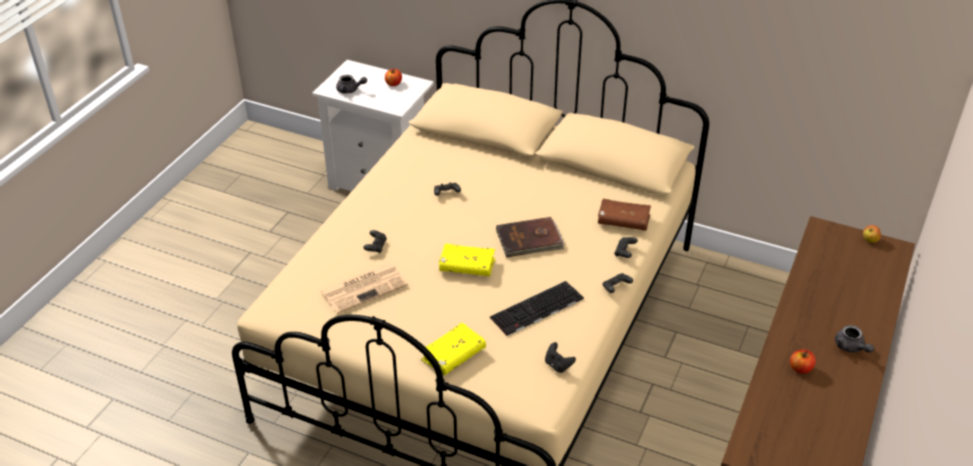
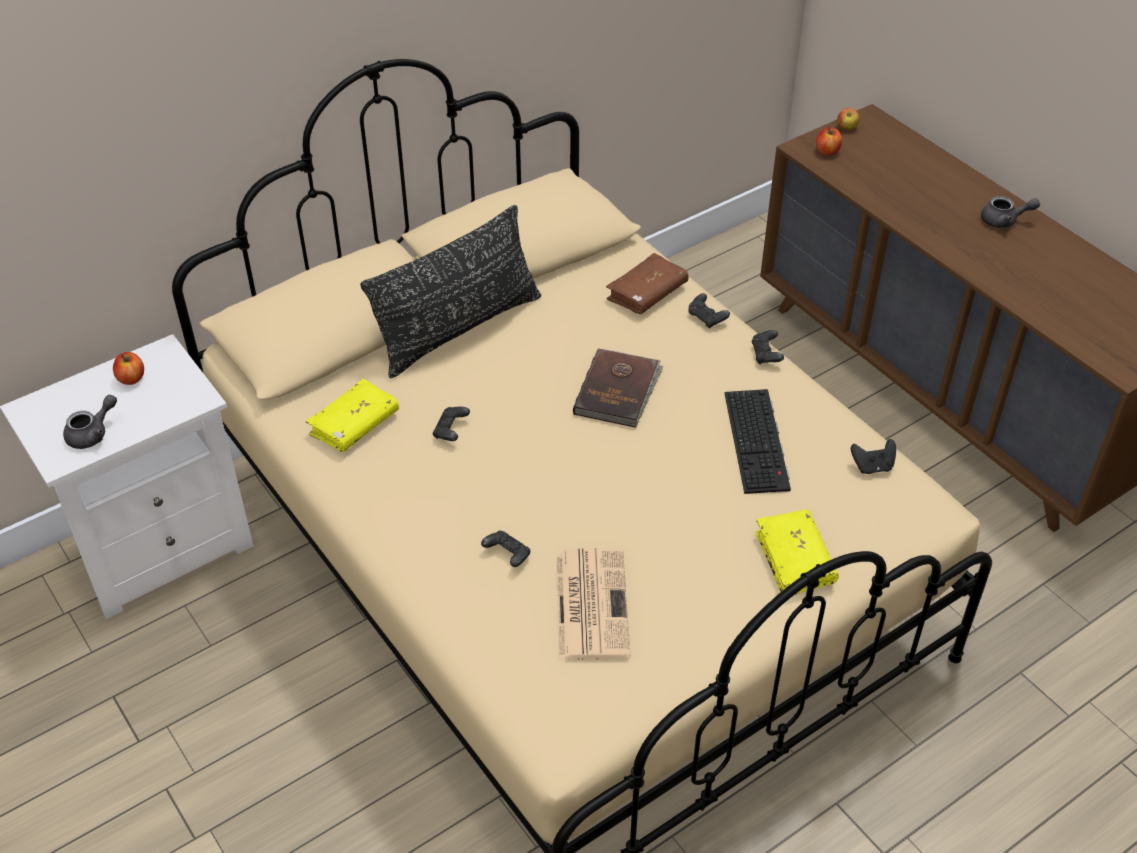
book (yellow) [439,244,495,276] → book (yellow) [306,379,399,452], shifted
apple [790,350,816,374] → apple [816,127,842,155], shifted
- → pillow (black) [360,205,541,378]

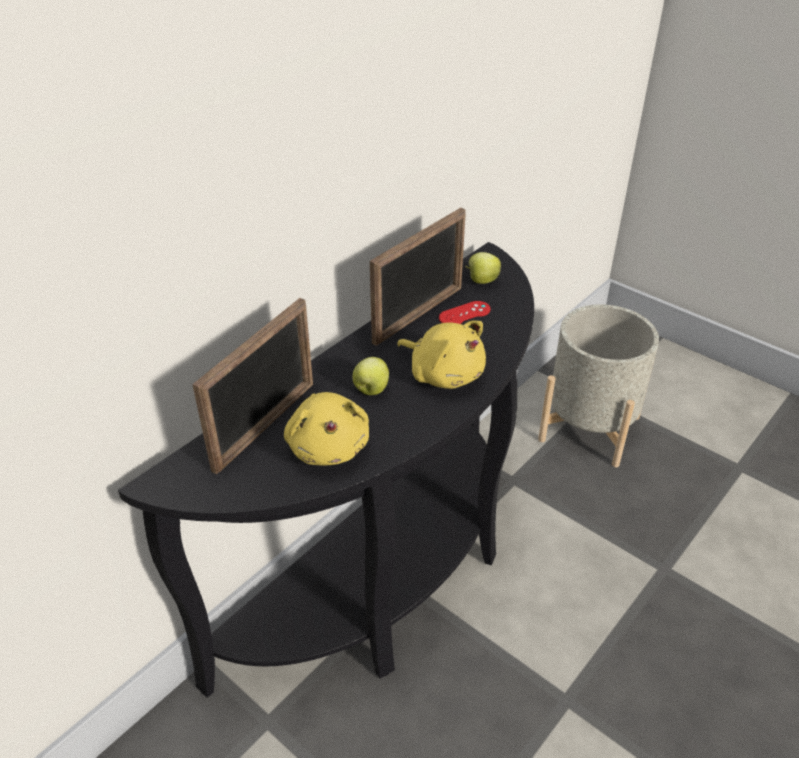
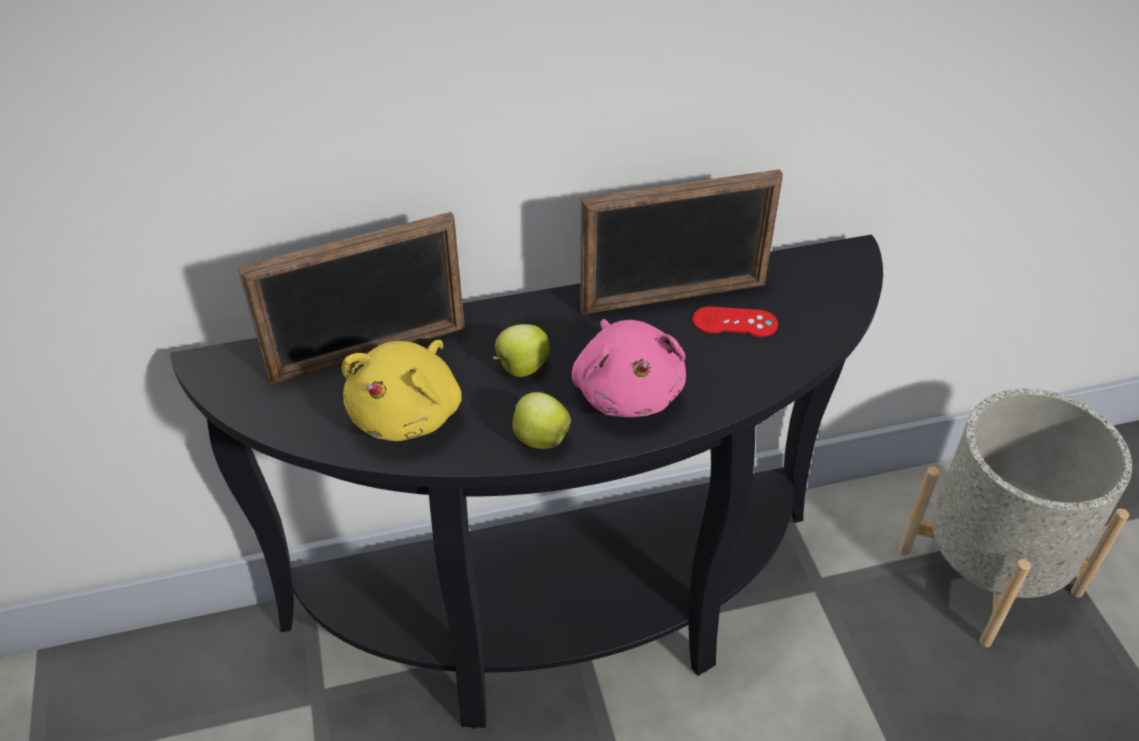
apple [465,252,501,284] → apple [512,392,571,449], shifted
plush toy (yellow) [397,321,486,389] → plush toy (pink) [572,319,686,417]

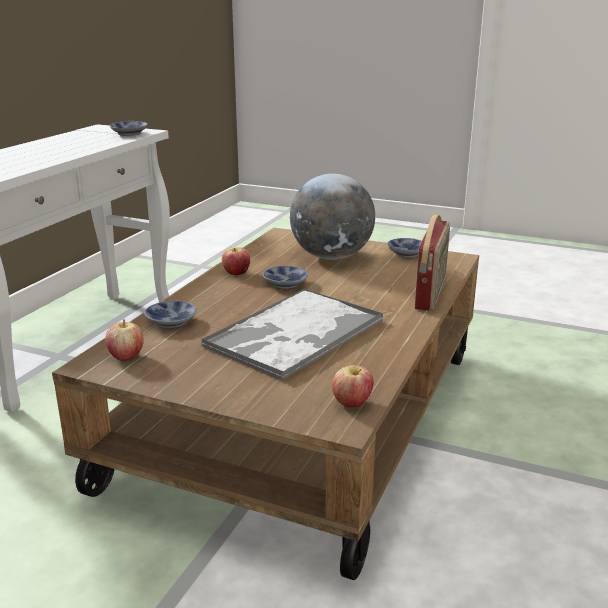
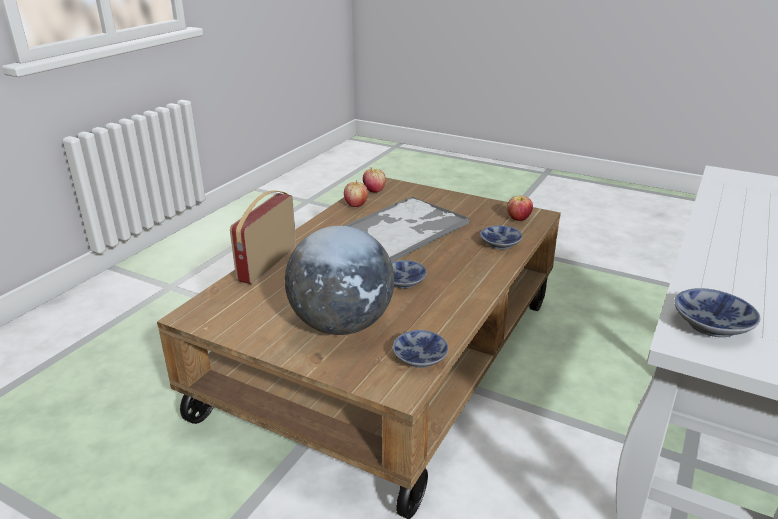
bowl [387,238,422,258] → bowl [393,330,448,368], shifted
apple [222,247,250,275] → apple [344,180,368,207], shifted

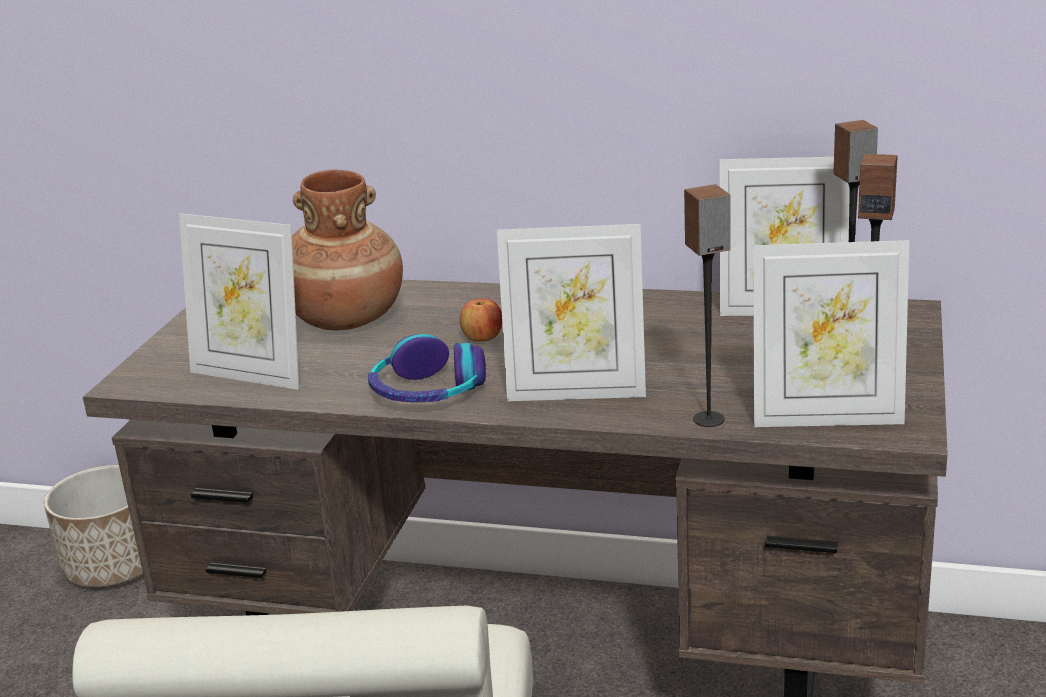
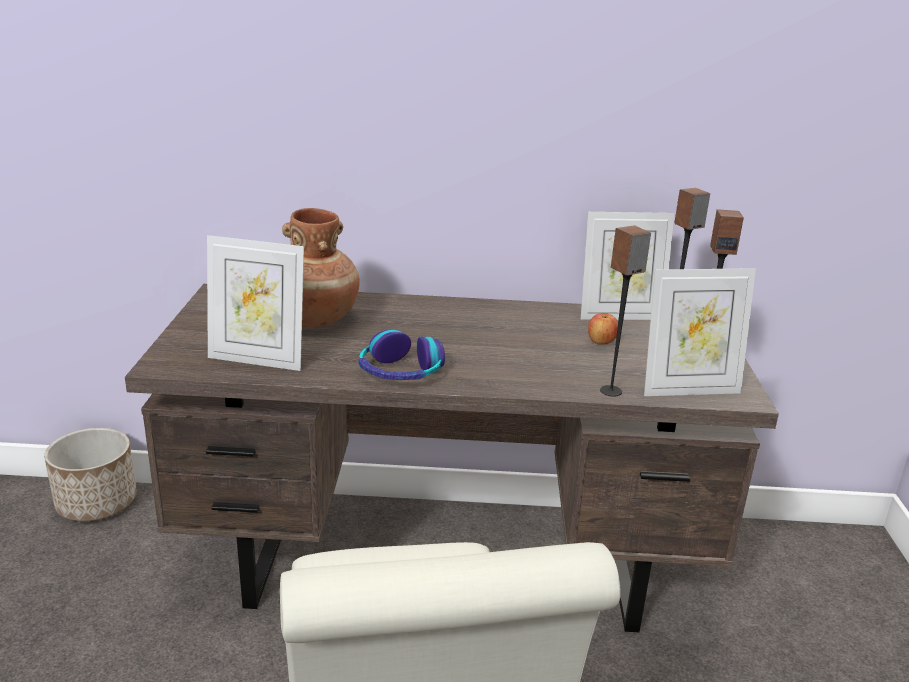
picture frame [497,224,646,401] → -
apple [460,299,502,342] → apple [588,313,618,345], shifted

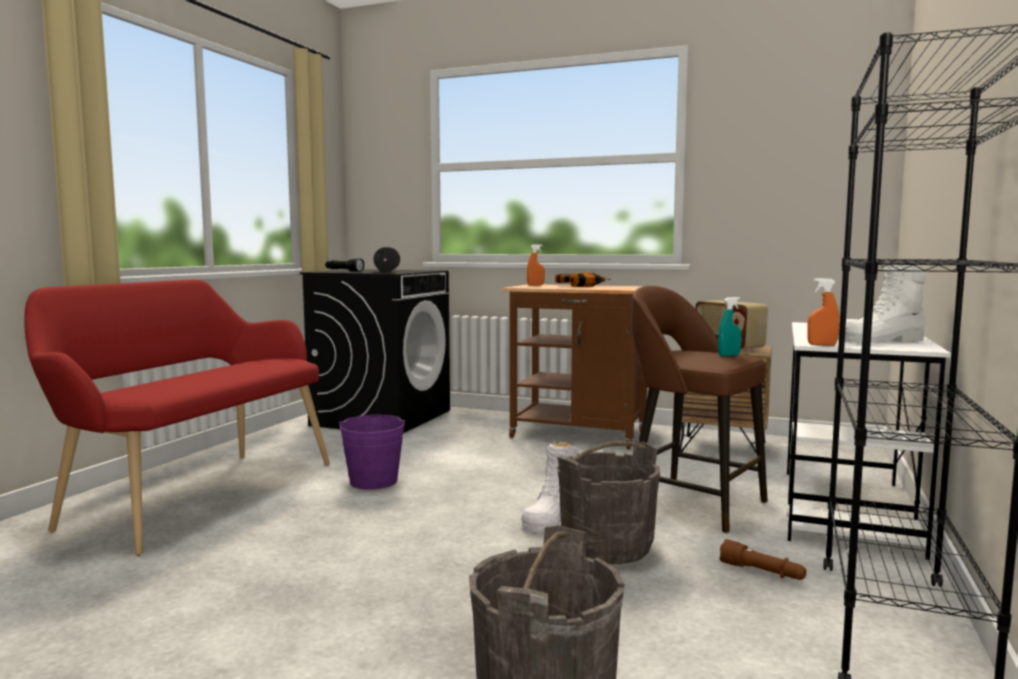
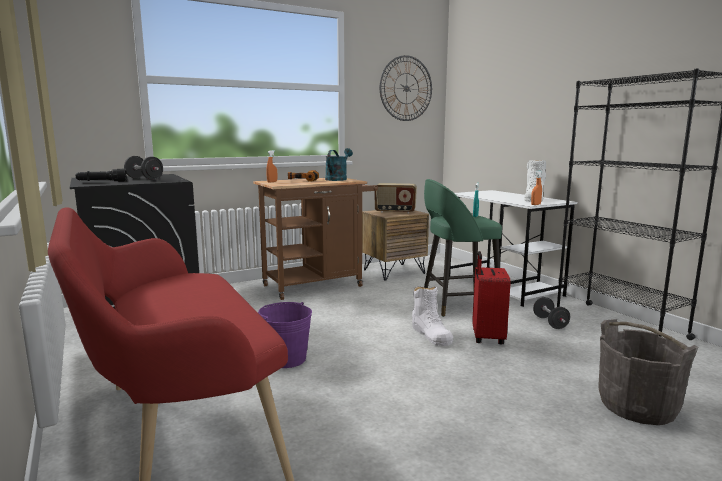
stool (brown) [631,286,768,533] → stool (green) [424,179,502,317]
bucket (grey) [557,441,660,564] → suitcase (red) [472,251,511,345]
flashlight (brown) [719,539,806,580] → dumbbell (black) [533,297,570,329]
- → wall clock [380,55,432,121]
- → watering can (turquoise) [325,148,353,181]

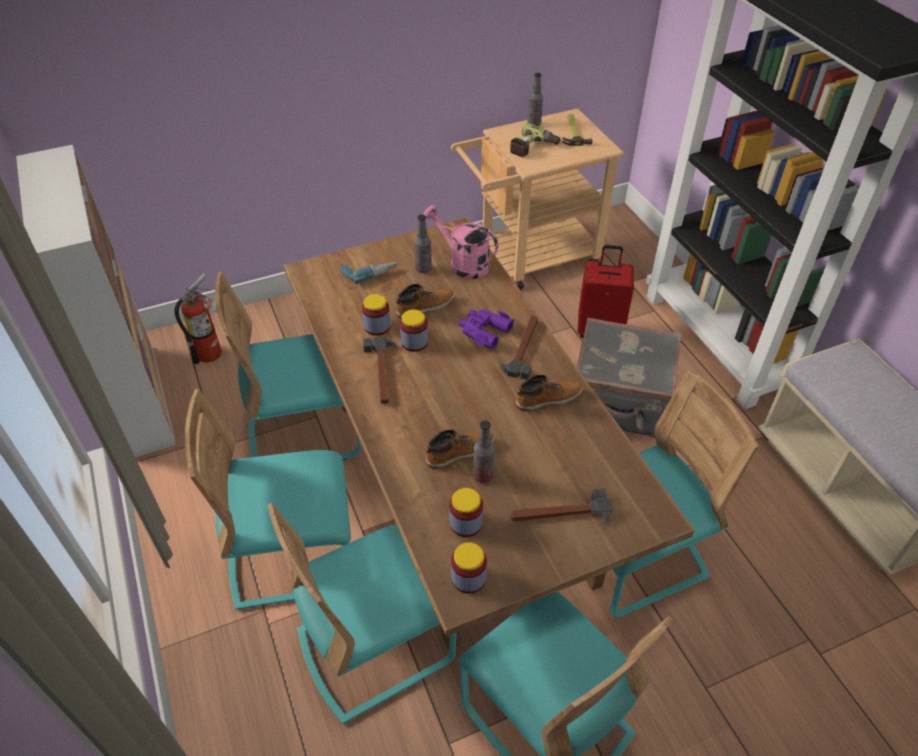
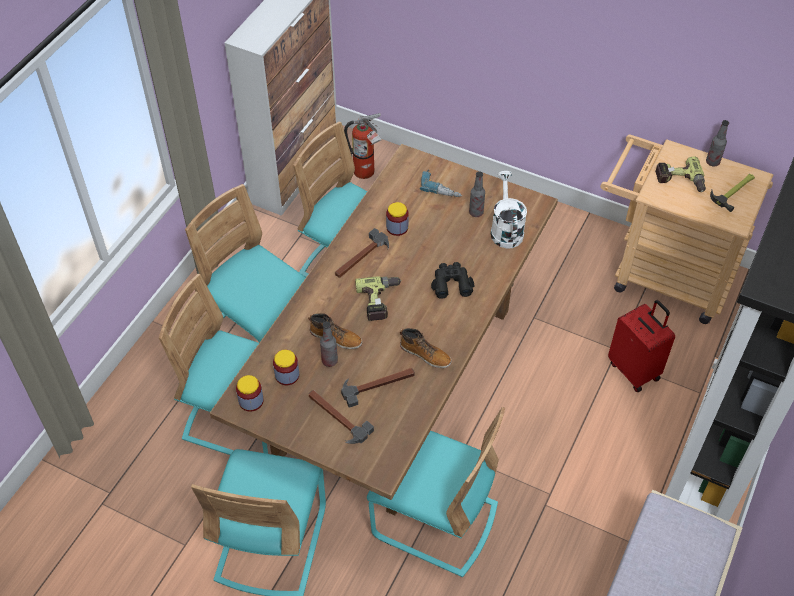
watering can (pink) [424,205,498,279] → watering can (white) [491,171,527,249]
boot [395,284,454,319] → -
binoculars (purple) [459,309,514,349] → binoculars (black) [431,262,474,299]
jar [400,310,428,352] → -
hammer [499,316,538,380] → hammer [341,368,415,408], shifted
suitcase (grey) [577,317,682,438] → -
- → power drill [355,276,401,321]

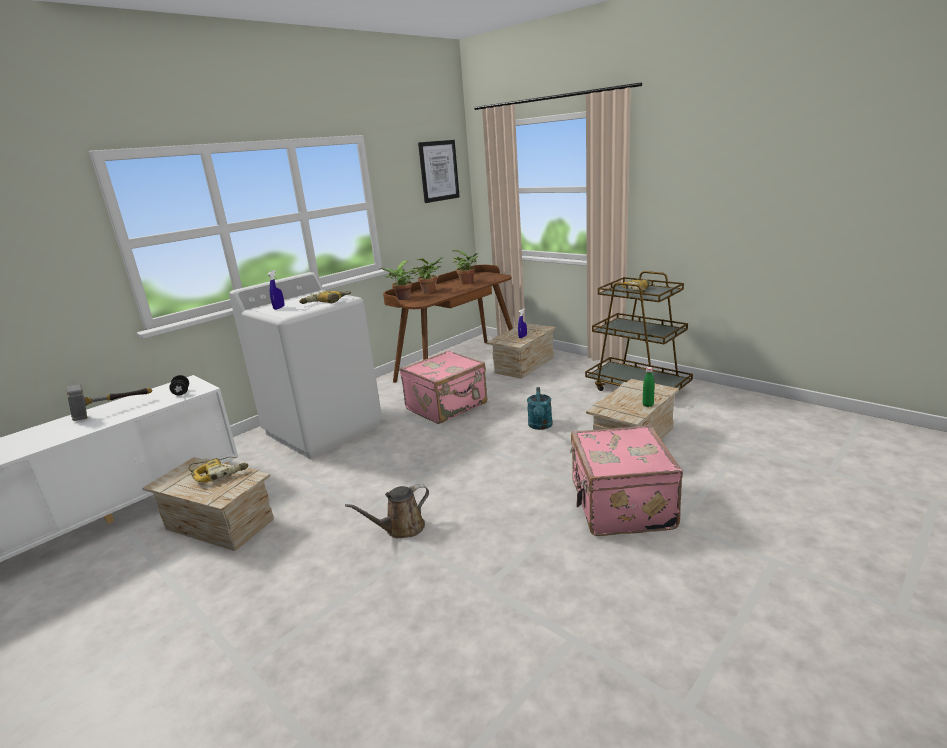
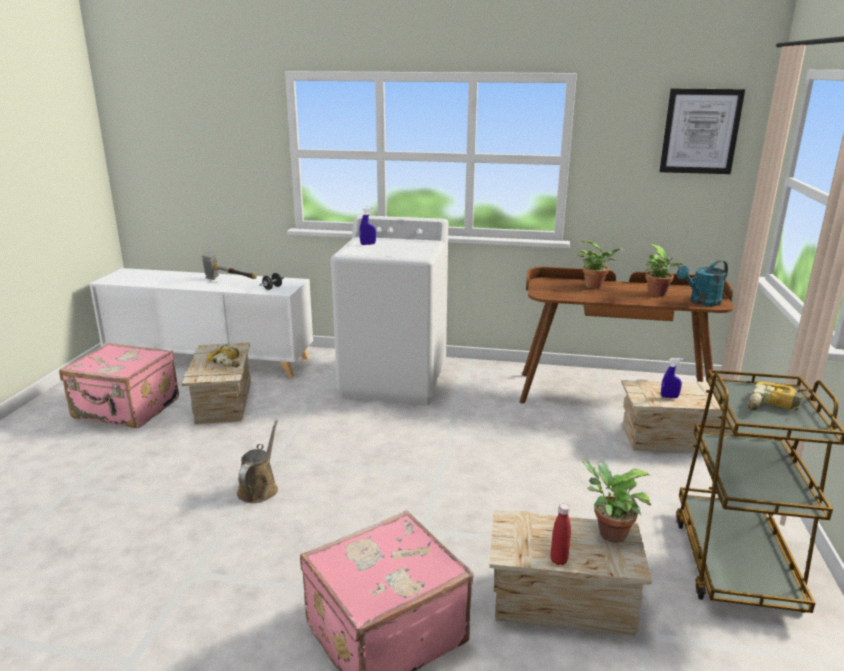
potted plant [380,261,415,300] → potted plant [582,461,652,543], shifted
power drill [299,291,351,304] → -
suitcase (pink) [399,350,487,424] → suitcase (pink) [59,343,179,428], shifted
bottle (green) [643,367,654,407] → bottle (red) [551,504,571,565]
watering can (turquoise) [527,387,553,430] → watering can (turquoise) [677,260,728,306], shifted
watering can (brown) [345,484,429,538] → watering can (brown) [237,420,278,503], 75 degrees clockwise

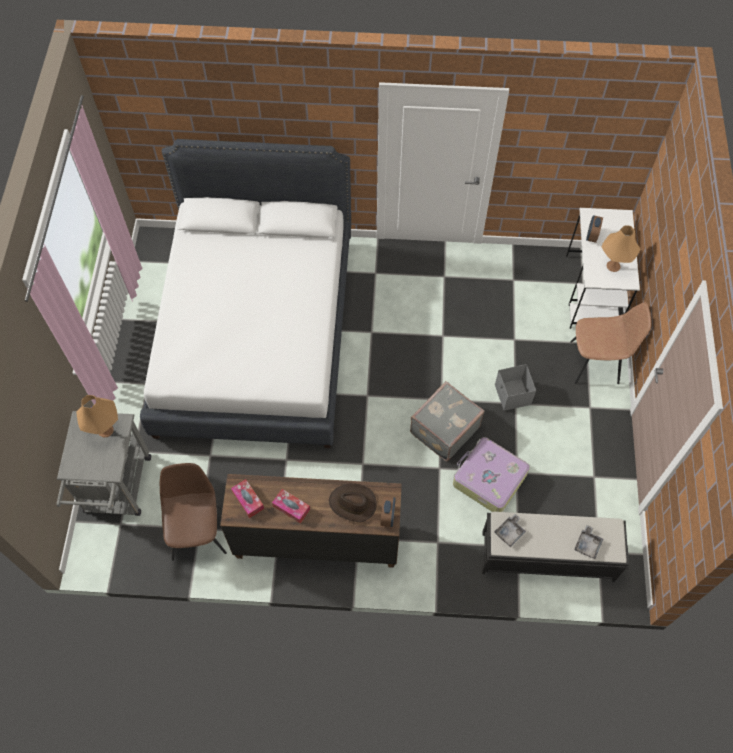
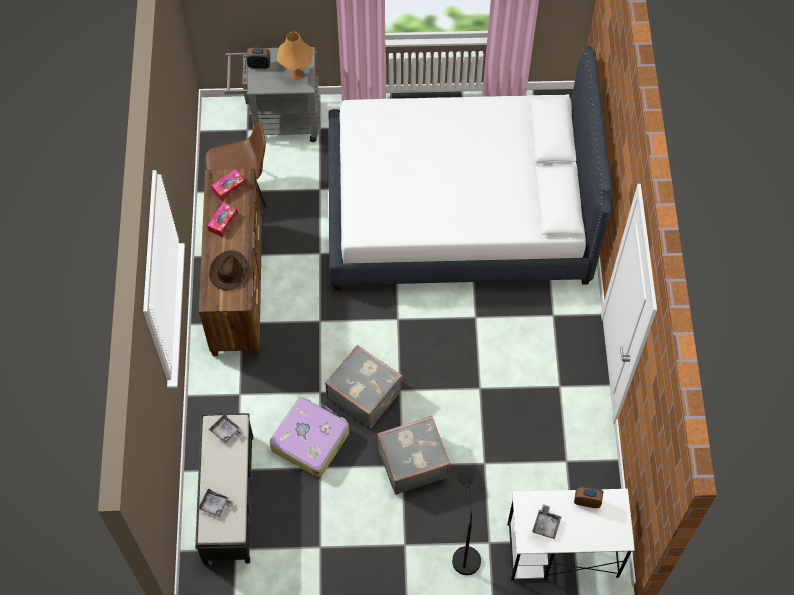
table lamp (orange) [601,225,641,272] → tray (grey) [533,504,561,539]
chair (brown) [570,302,651,384] → floor lamp (black) [452,468,481,575]
storage box (grey) [495,364,536,411] → suitcase (grey) [377,416,450,495]
alarm clock [380,496,396,527] → alarm clock [246,48,270,69], shifted

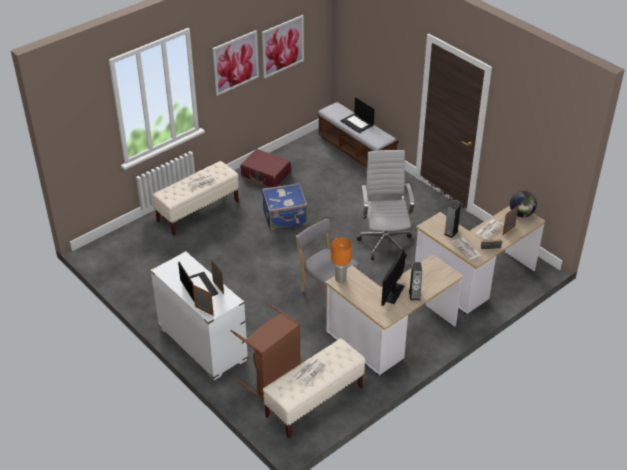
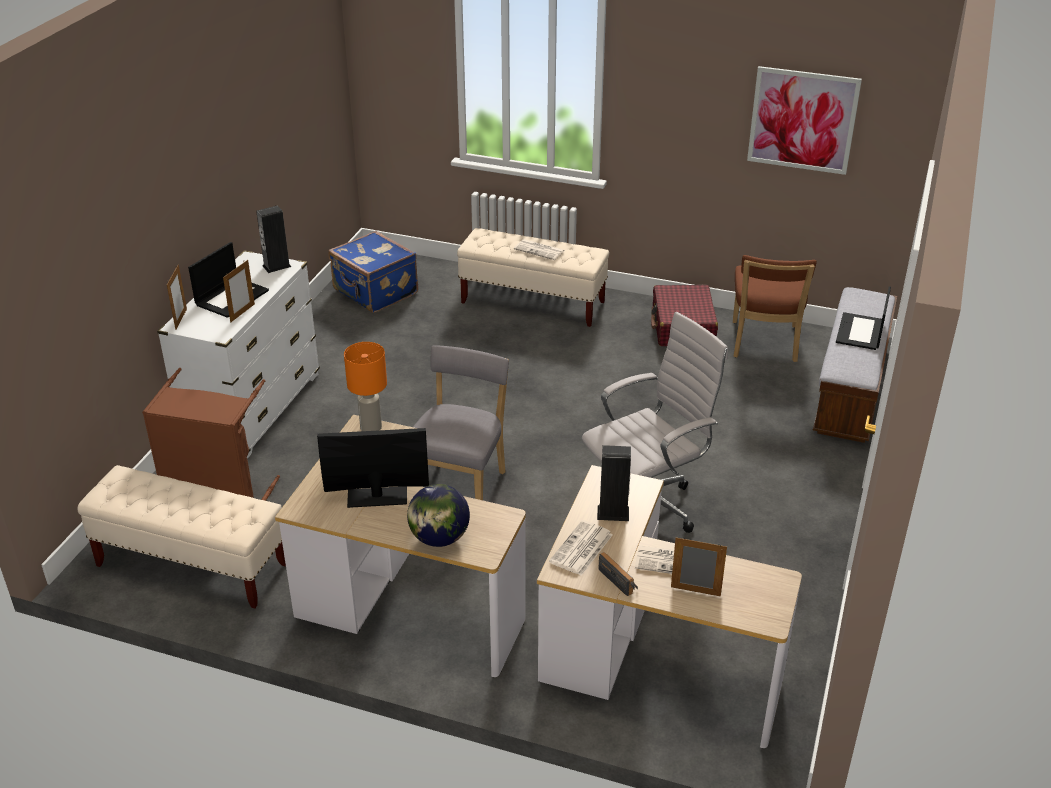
picture [212,30,259,96] → -
suitcase (blue) [262,183,308,231] → suitcase (blue) [328,231,418,313], shifted
globe [510,191,537,217] → globe [407,484,470,547], shifted
speaker [409,262,422,300] → speaker [256,205,291,273], shifted
newspaper [293,358,326,385] → -
- → chair (brown) [733,255,817,362]

